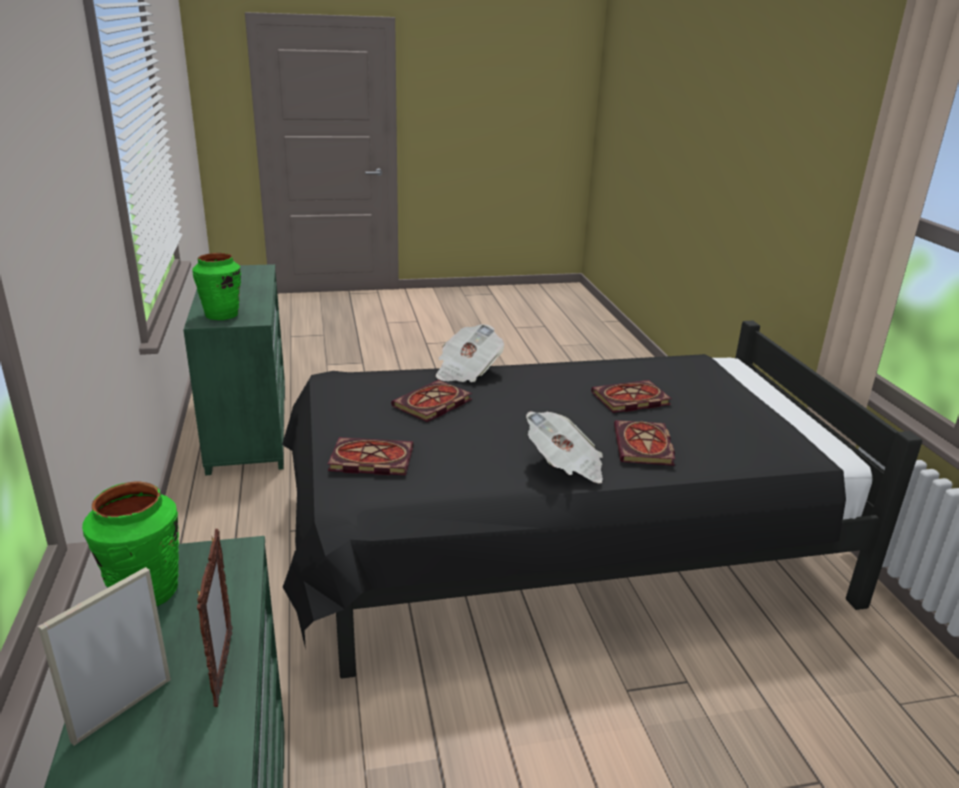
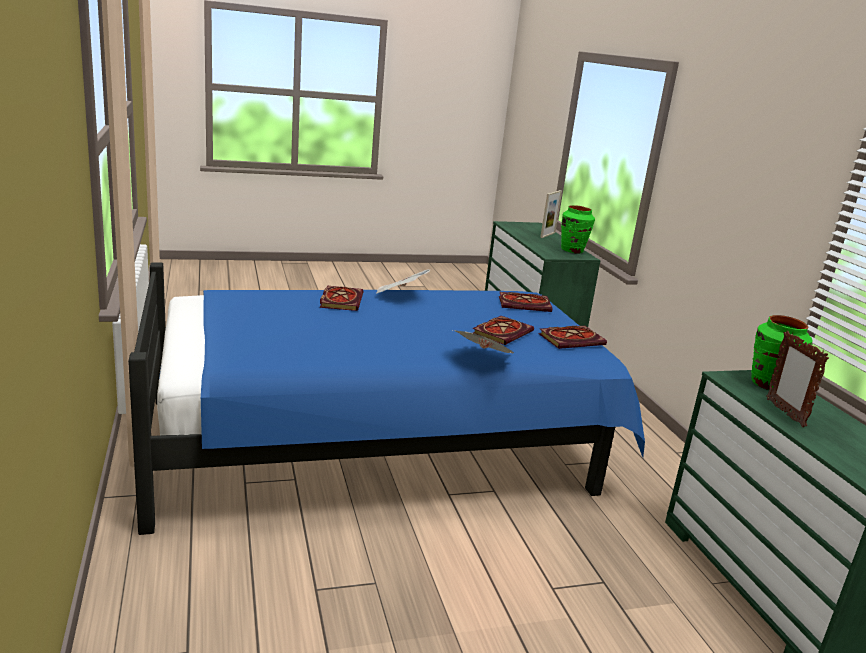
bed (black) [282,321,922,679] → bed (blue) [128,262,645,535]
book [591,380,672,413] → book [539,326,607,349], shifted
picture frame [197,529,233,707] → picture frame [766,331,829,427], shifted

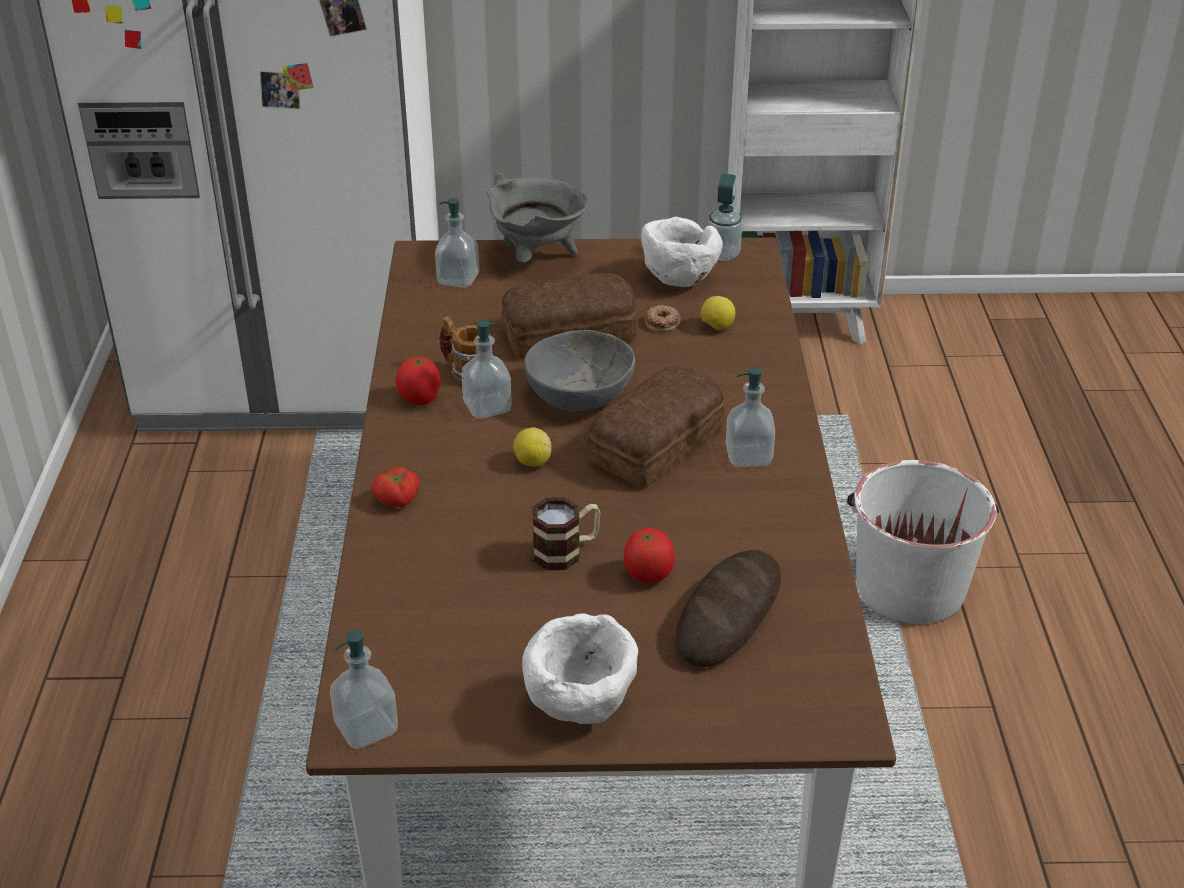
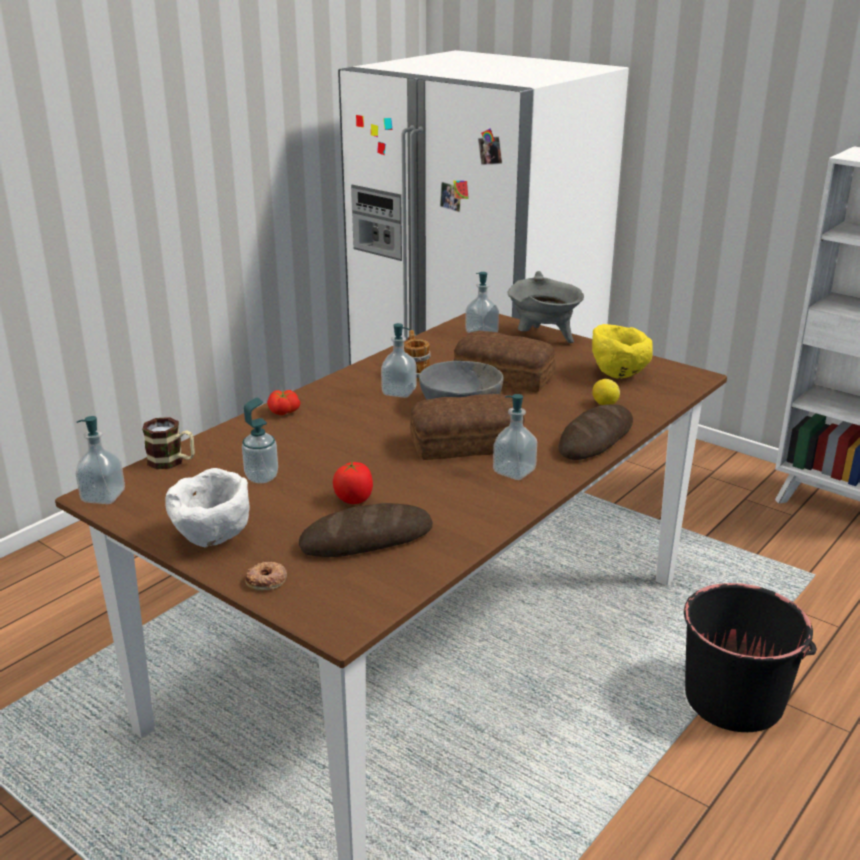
soap dispenser [708,174,742,261] → soap dispenser [242,397,278,483], shifted
bowl (white) [641,217,723,287] → bowl (yellow) [592,324,653,379]
donut [645,305,681,332] → donut [245,562,287,591], shifted
tomato [396,357,440,405] → -
lemon [513,427,552,467] → -
bucket (white) [847,460,999,624] → bucket (black) [684,583,817,732]
mug [532,497,600,570] → mug [142,417,195,469], shifted
- → bread [558,404,633,460]

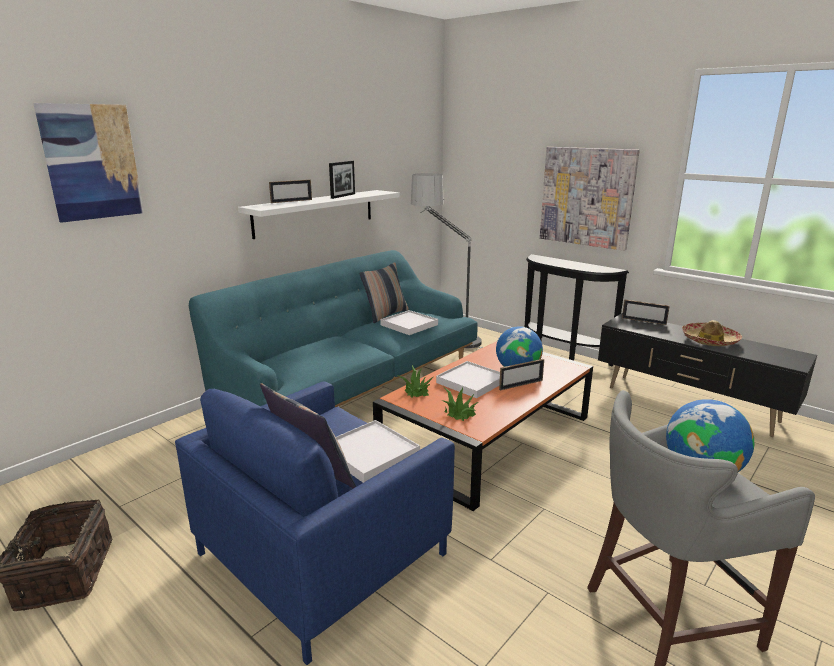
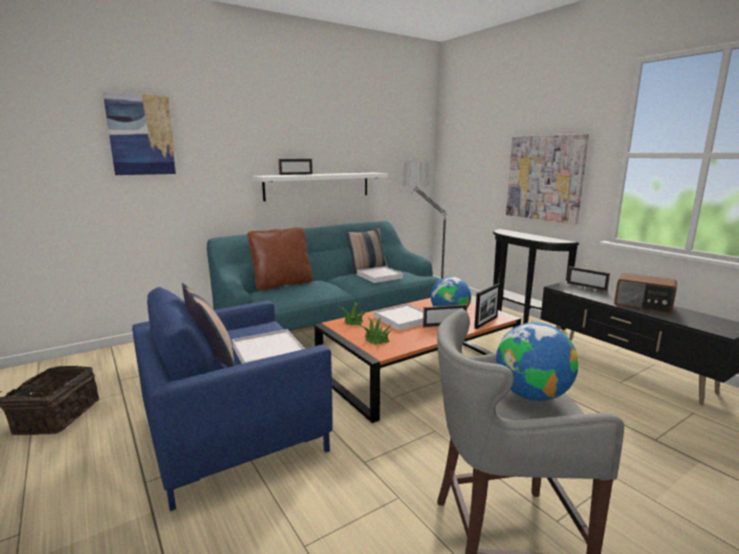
picture frame [329,161,355,199] → picture frame [474,283,500,329], shifted
hat [682,320,742,346] → radio [614,273,677,314]
- → pillow (brown) [247,227,313,290]

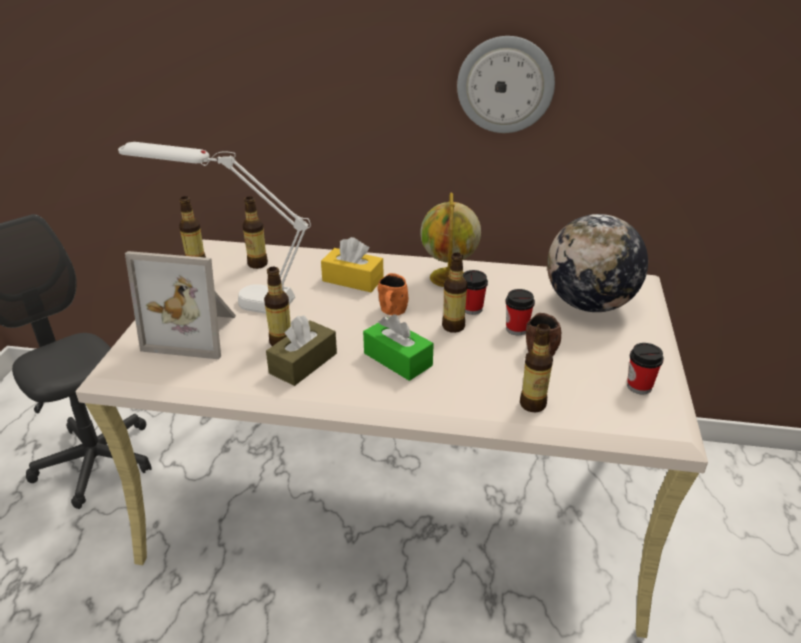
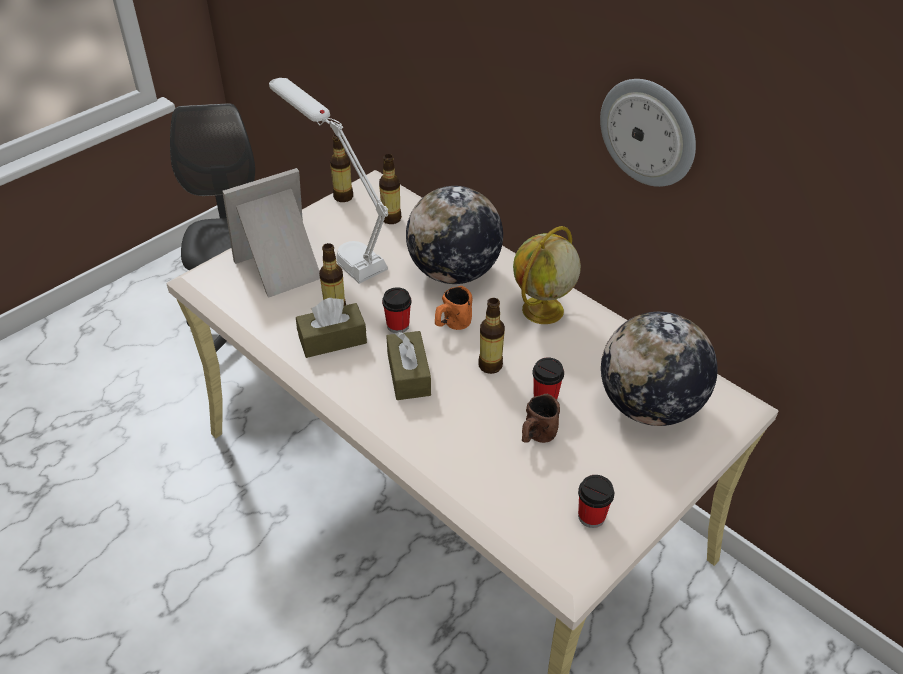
tissue box (yellow) [321,237,383,292] → globe [406,186,503,284]
picture frame [125,251,236,359] → picture frame [222,168,320,298], 105 degrees clockwise
cup [463,270,488,315] → cup [382,287,412,333], shifted
tissue box (green) [363,314,434,381] → tissue box (brown) [386,331,431,400]
bottle [520,324,553,412] → -

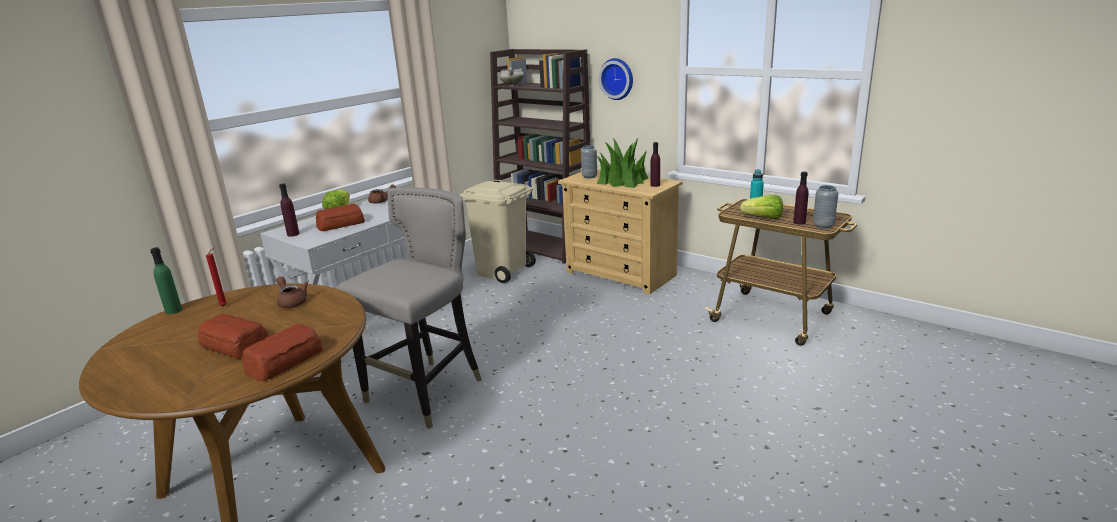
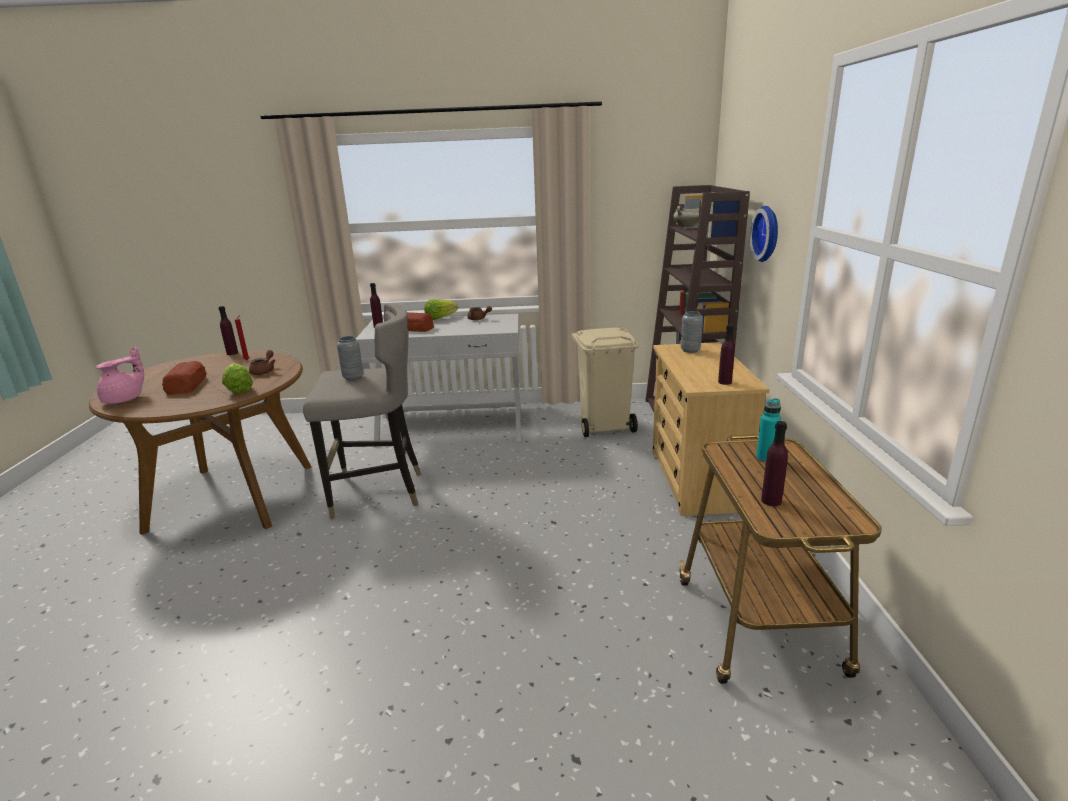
potted plant [596,138,648,188] → -
vase (grey) [813,185,838,229] → vase (grey) [337,336,363,381], shifted
lettuce [739,195,783,219] → lettuce [222,363,253,394], shifted
bottle (green) [150,247,182,314] → bottle (purple) [219,306,238,355]
bread [241,324,323,381] → -
- → teapot (pink) [96,346,144,404]

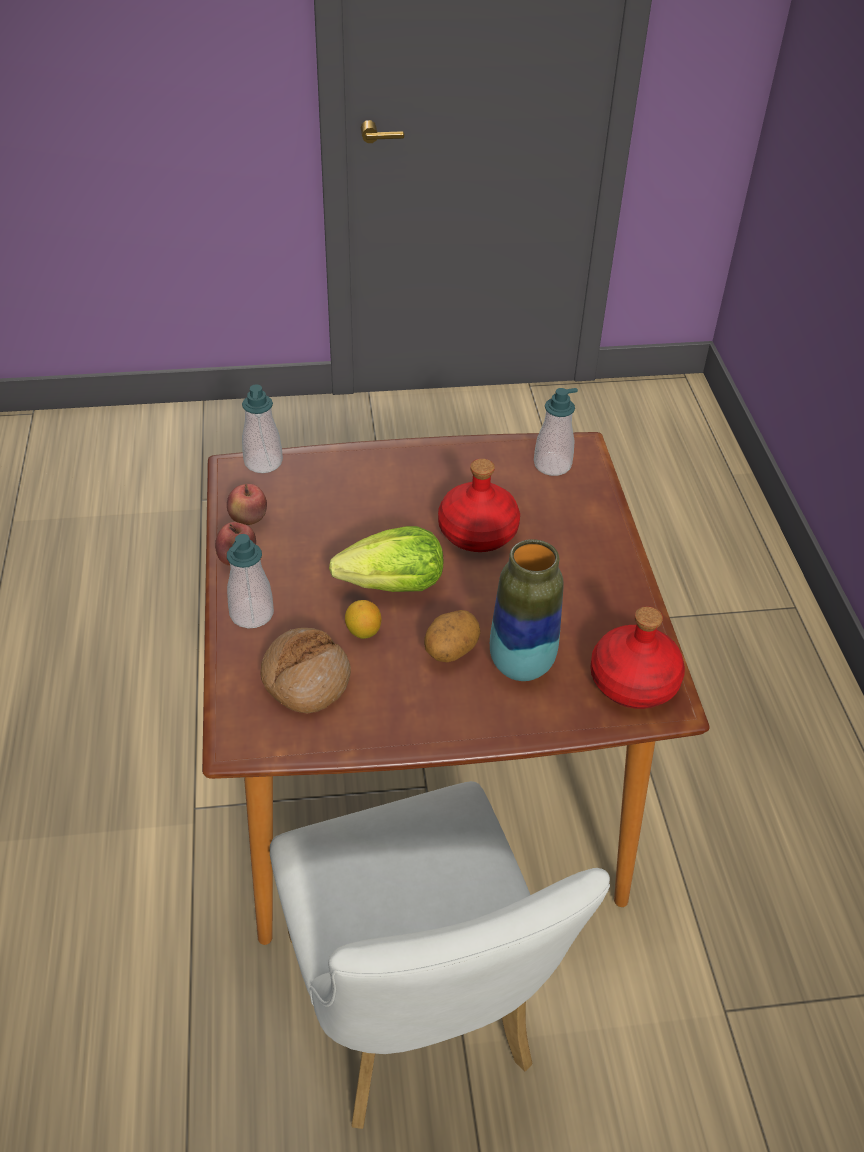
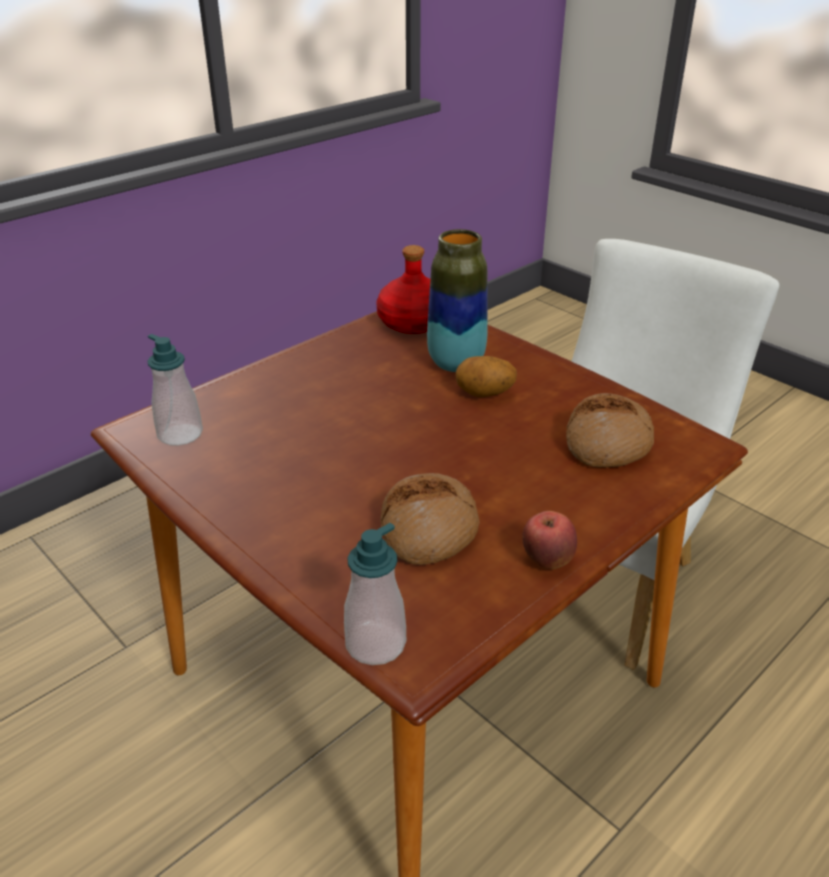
bottle (red) [438,459,520,552] → -
apple [227,484,267,525] → -
lettuce [329,526,444,592] → -
soap dispenser [227,534,274,629] → -
lemon [345,600,382,639] → -
- → bread [380,473,480,565]

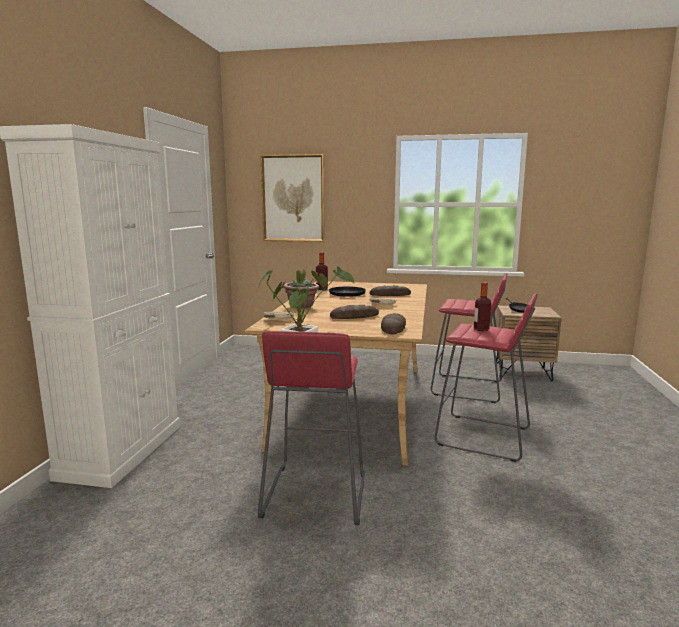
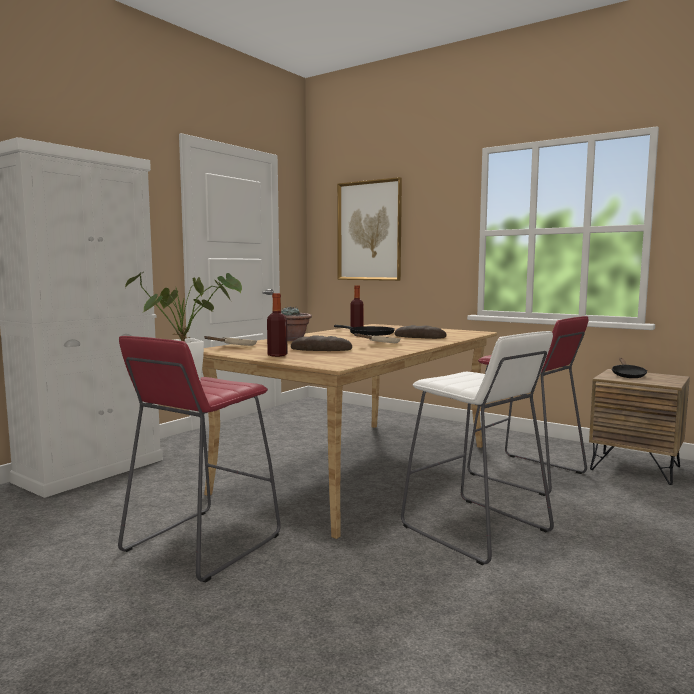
bottle [474,282,491,331] → bottle [267,293,288,357], shifted
stool (red) [435,293,538,462] → stool (white) [401,331,554,565]
bread [381,313,406,334] → -

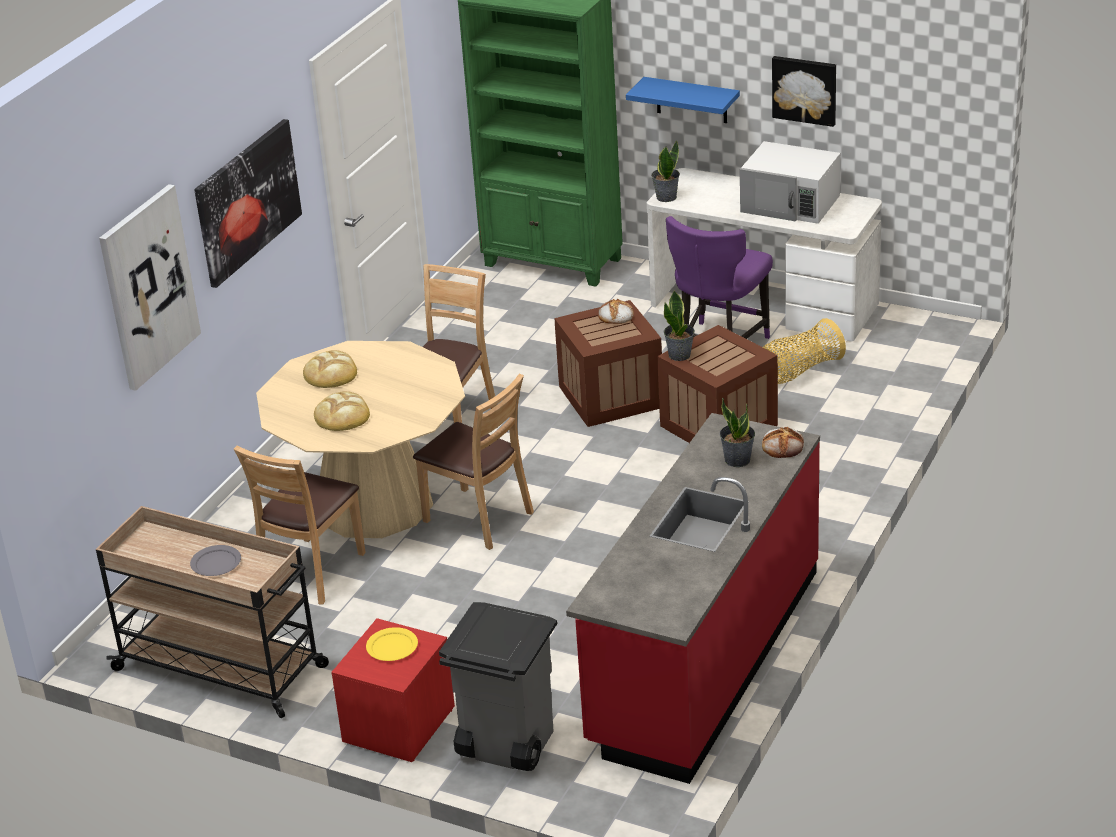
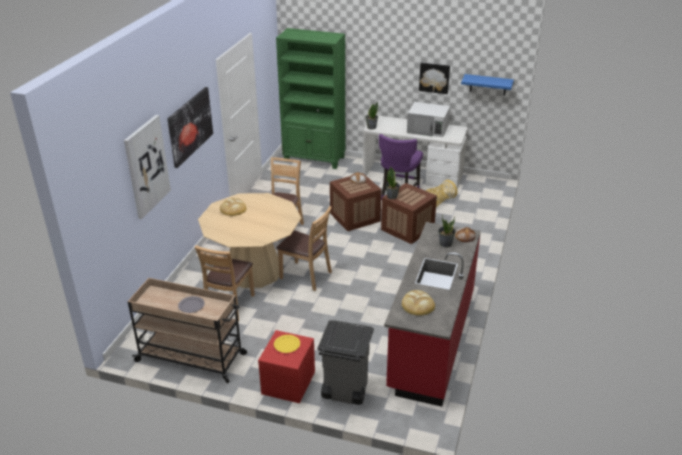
shelf (blue) [626,77,740,123] → shelf (blue) [461,74,514,95], shifted
bread [314,391,370,431] → bread [402,290,435,316], shifted

